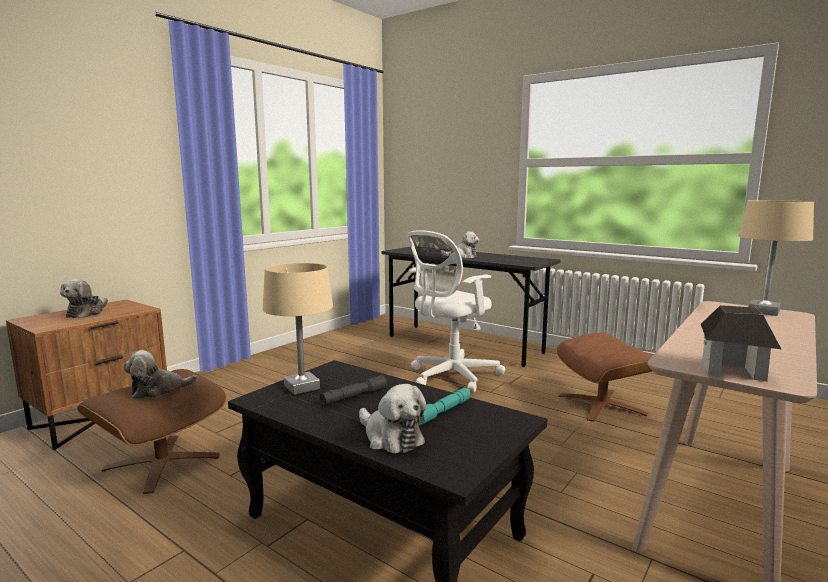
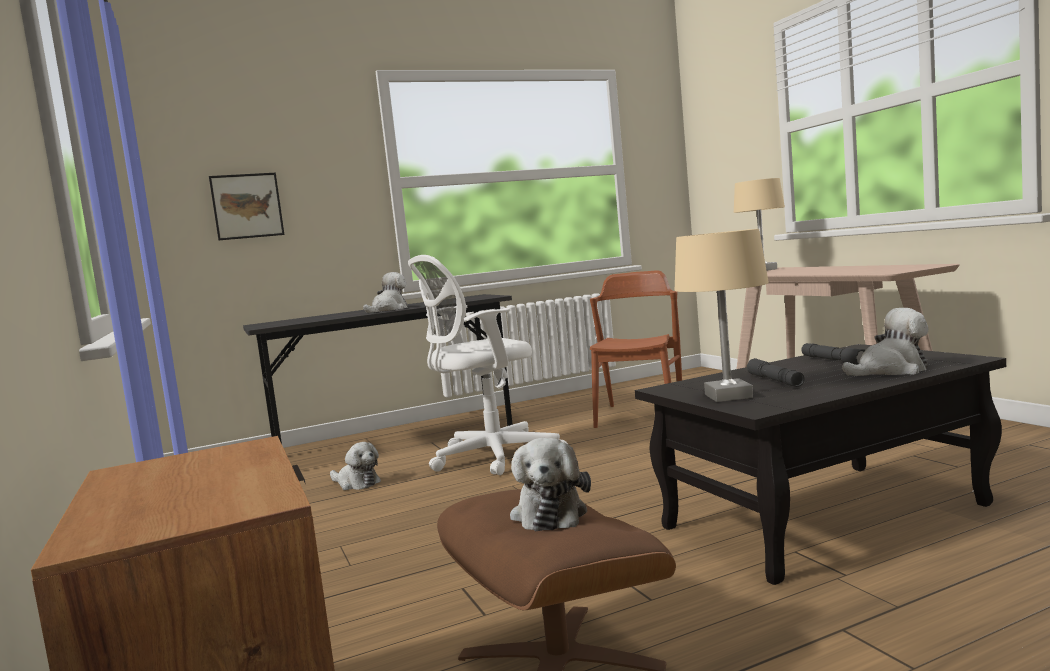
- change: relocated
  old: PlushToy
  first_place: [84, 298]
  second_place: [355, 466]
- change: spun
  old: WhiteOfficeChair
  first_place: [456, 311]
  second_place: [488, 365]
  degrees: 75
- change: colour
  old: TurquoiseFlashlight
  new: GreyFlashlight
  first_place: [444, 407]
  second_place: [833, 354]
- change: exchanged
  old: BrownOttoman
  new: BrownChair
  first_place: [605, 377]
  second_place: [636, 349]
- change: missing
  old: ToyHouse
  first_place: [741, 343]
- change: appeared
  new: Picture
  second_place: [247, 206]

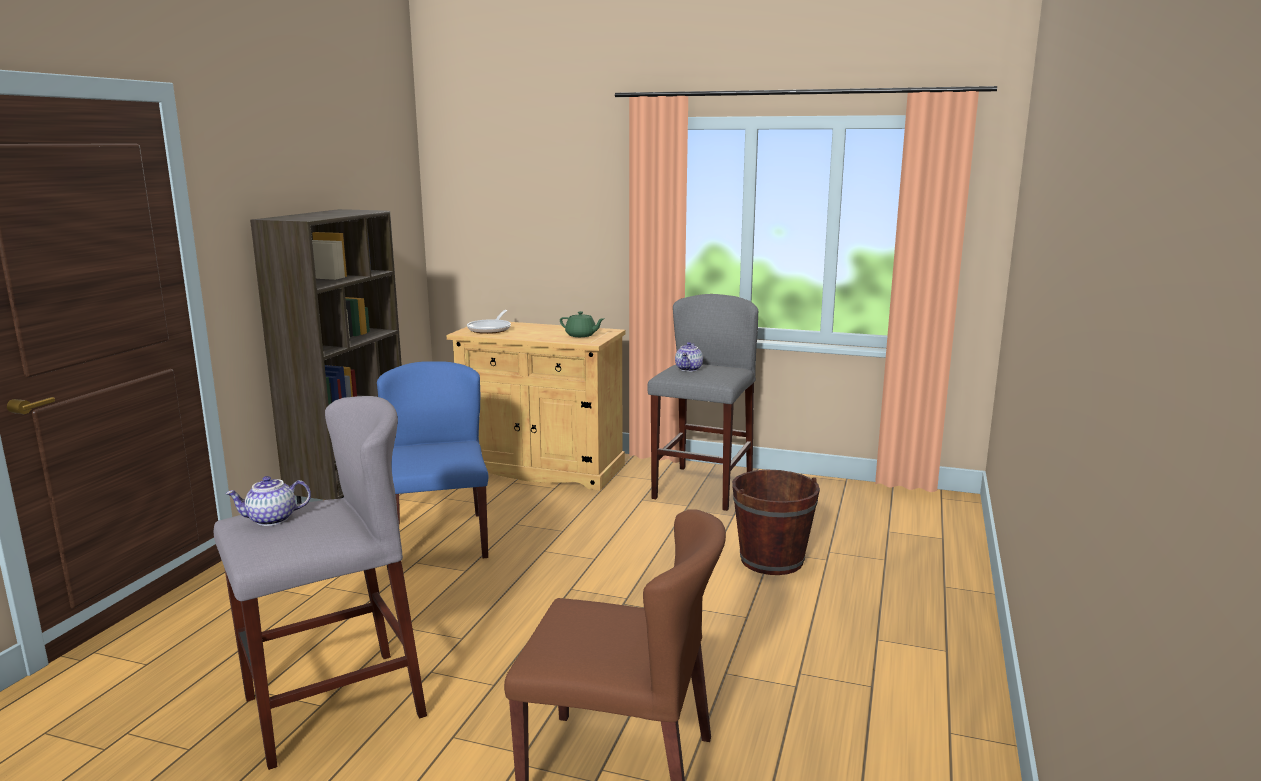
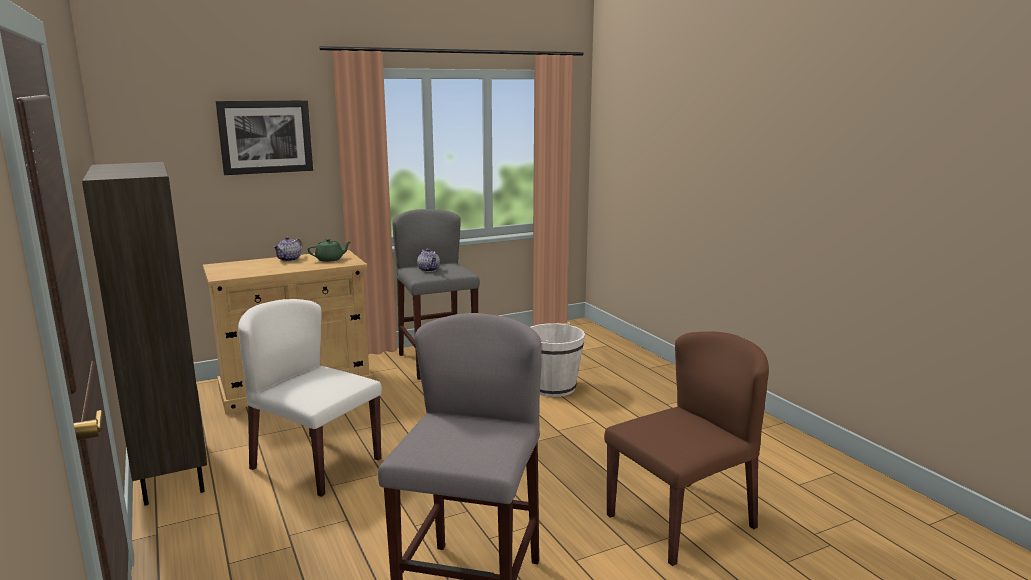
- change: relocated
  old: Teapot
  first_place: [268, 501]
  second_place: [287, 249]
- change: colour
  old: BlueChair
  new: WhiteChair
  first_place: [432, 460]
  second_place: [310, 398]
- change: missing
  old: FryingPan
  first_place: [489, 322]
- change: colour
  old: BrownBucket
  new: WhiteBucket
  first_place: [776, 522]
  second_place: [557, 359]
- change: appeared
  new: Picture
  second_place: [264, 137]

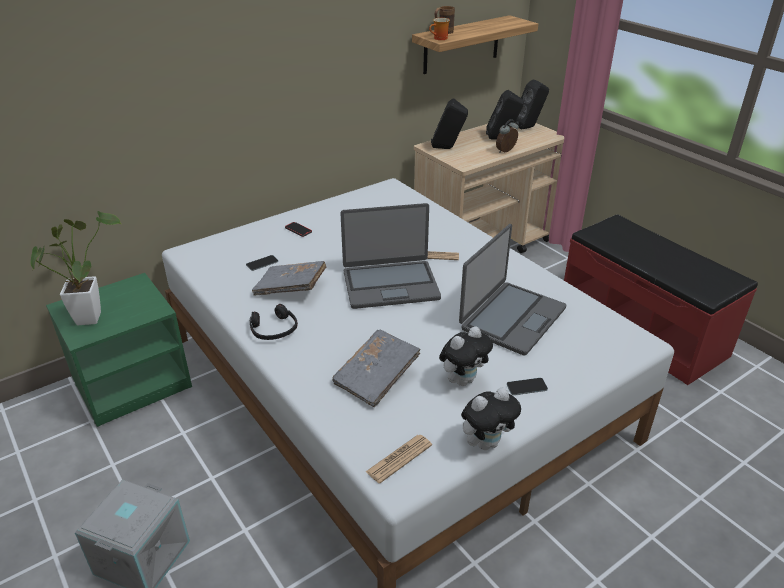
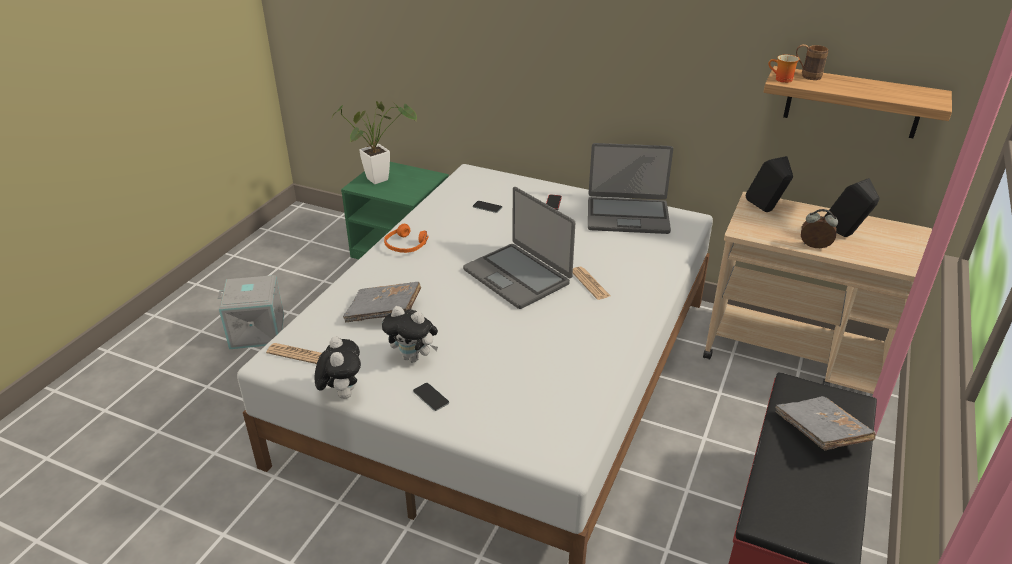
- change: colour
  old: BlackHeadphones
  new: OrangeHeadphones
  first_place: [274, 322]
  second_place: [406, 238]
- change: relocated
  old: GreyBook
  first_place: [289, 278]
  second_place: [825, 423]
- change: relocated
  old: Laptop
  first_place: [512, 290]
  second_place: [630, 188]
- change: spun
  old: PlushToy
  first_place: [491, 419]
  second_place: [337, 367]
  degrees: -135
- change: missing
  old: BlackSpeaker
  first_place: [532, 105]

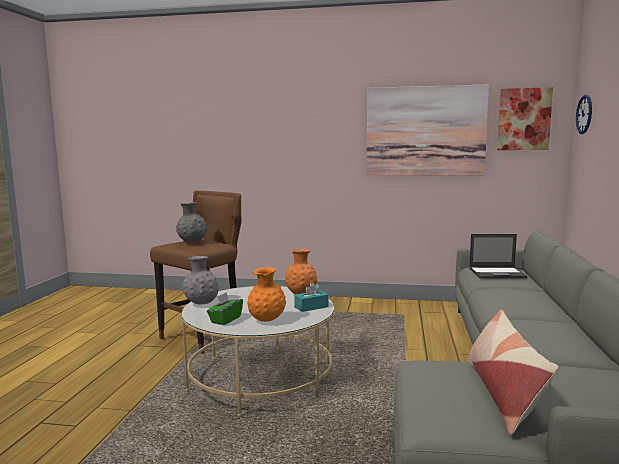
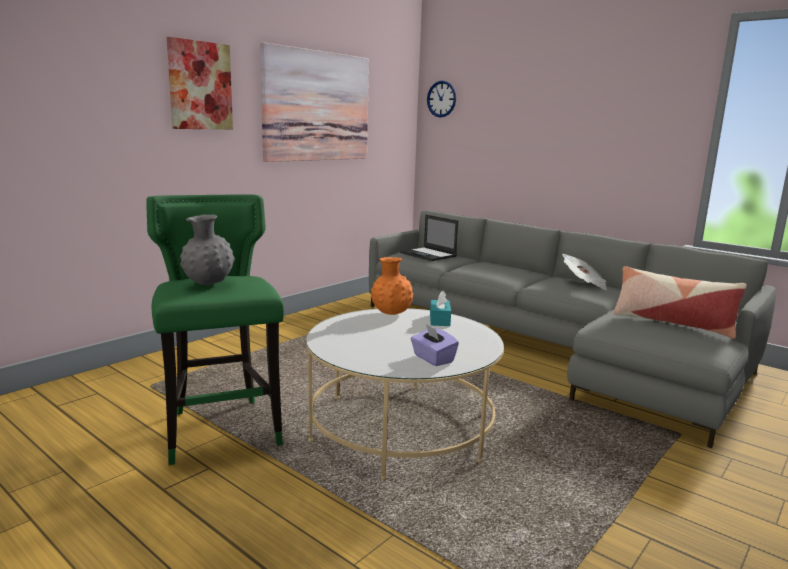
- change: colour
  old: BrownStool
  new: GreenStool
  first_place: [196, 272]
  second_place: [215, 329]
- change: missing
  old: GreyVase
  first_place: [200, 280]
- change: colour
  old: GreenTissueBox
  new: PurpleTissueBox
  first_place: [225, 308]
  second_place: [435, 345]
- change: missing
  old: OrangeVase
  first_place: [266, 294]
- change: spun
  old: Laptop
  first_place: [498, 256]
  second_place: [429, 238]
  degrees: 105
- change: relocated
  old: Picture
  first_place: [525, 118]
  second_place: [200, 83]
- change: appeared
  new: Newspaper
  second_place: [584, 272]

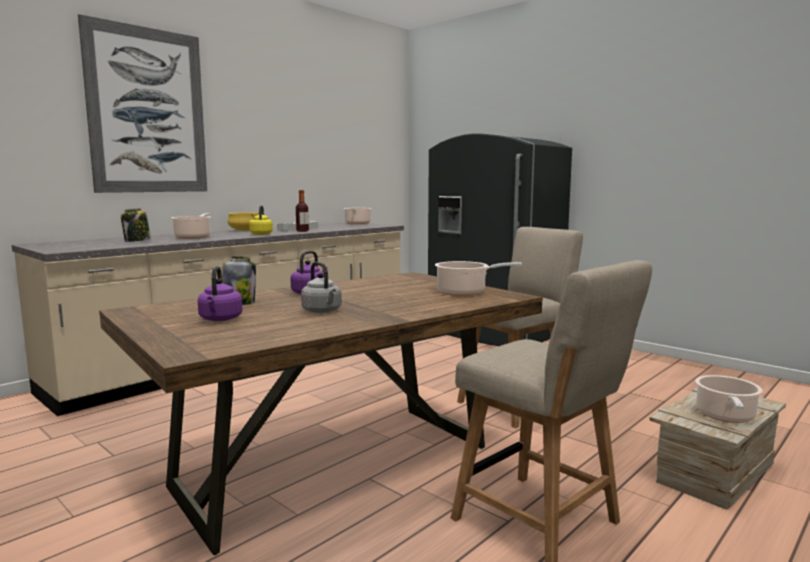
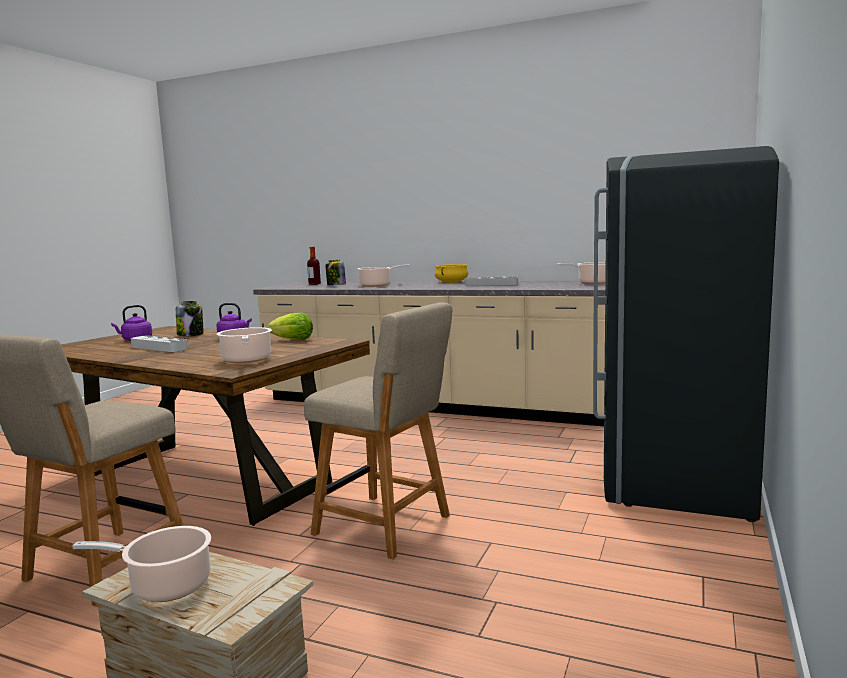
- change: missing
  old: Picture
  first_place: [142, 103]
- change: missing
  old: YellowKettle
  first_place: [261, 220]
- change: relocated
  old: Bottle
  first_place: [302, 211]
  second_place: [314, 266]
- change: exchanged
  old: GreyKettle
  new: GreyTray
  first_place: [321, 287]
  second_place: [159, 343]
- change: appeared
  new: Lettuce
  second_place: [290, 326]

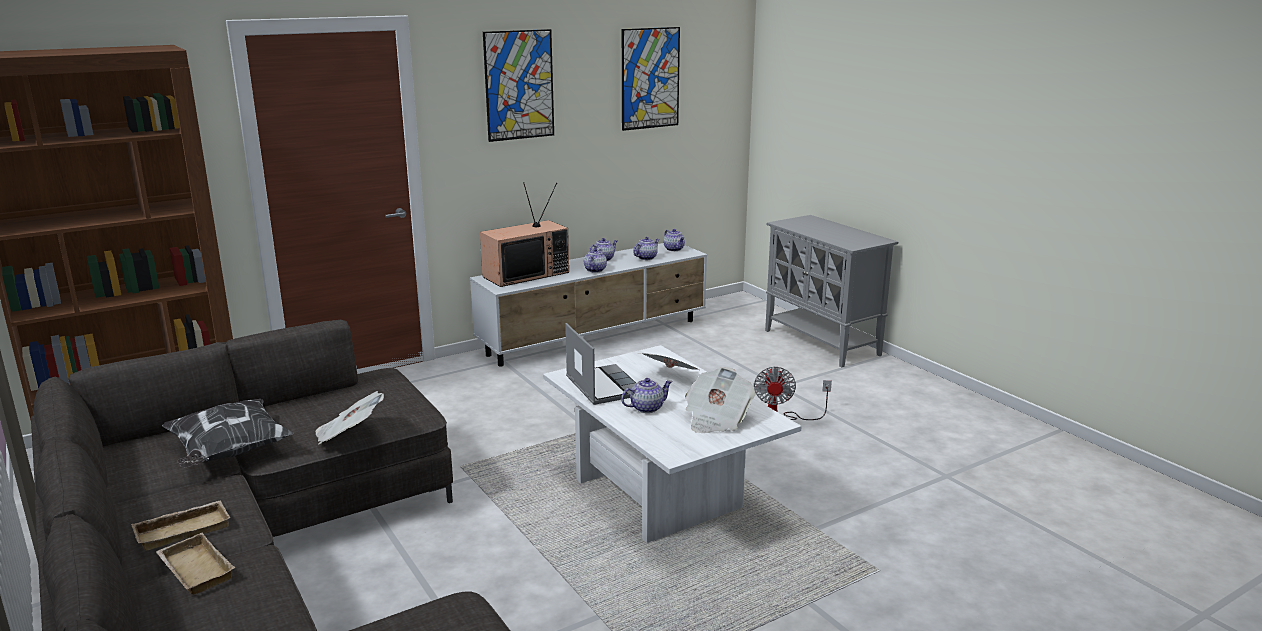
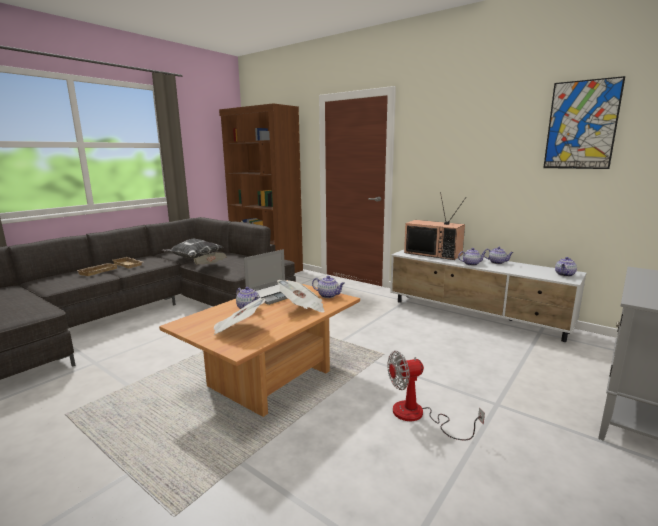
- change: missing
  old: Picture
  first_place: [518, 85]
- change: colour
  old: WhiteCoffeeTable
  new: BrownCoffeeTable
  first_place: [672, 444]
  second_place: [259, 348]
- change: relocated
  old: Teapot
  first_place: [646, 248]
  second_place: [328, 287]

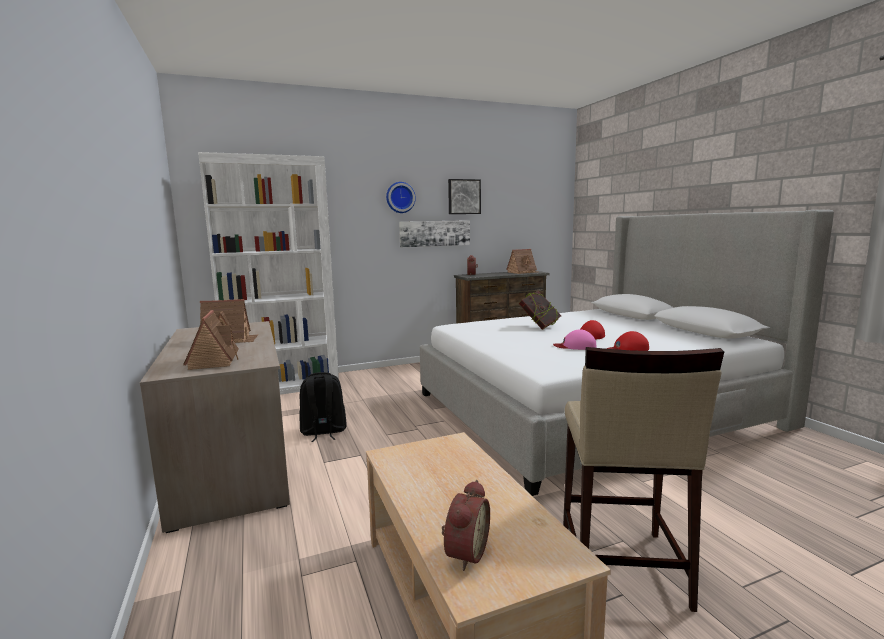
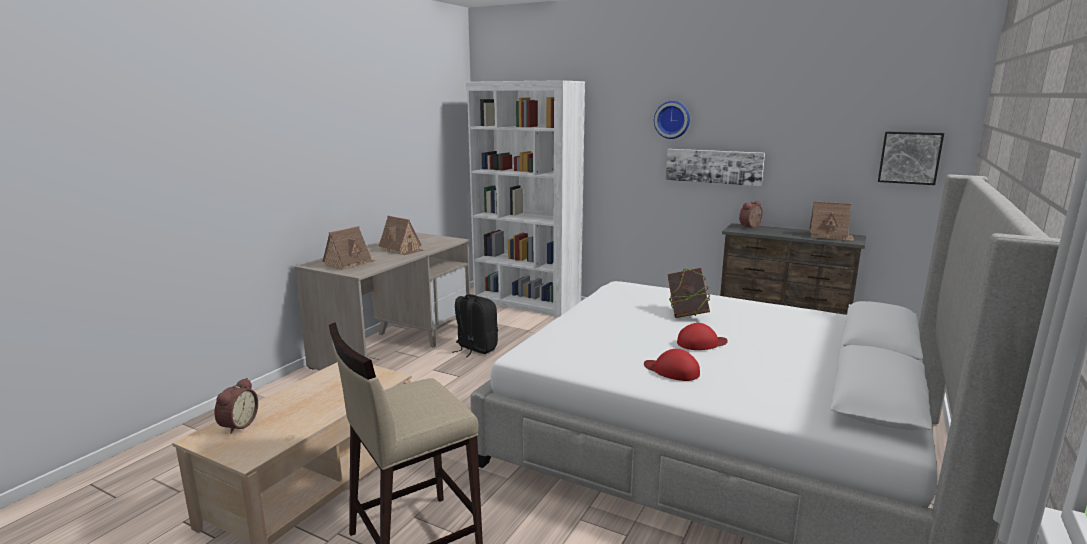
- change: spun
  old: AlarmClock
  first_place: [466, 525]
  second_place: [236, 406]
  degrees: -60
- change: relocated
  old: Picture
  first_place: [464, 196]
  second_place: [911, 158]
- change: missing
  old: PinkCap
  first_place: [575, 339]

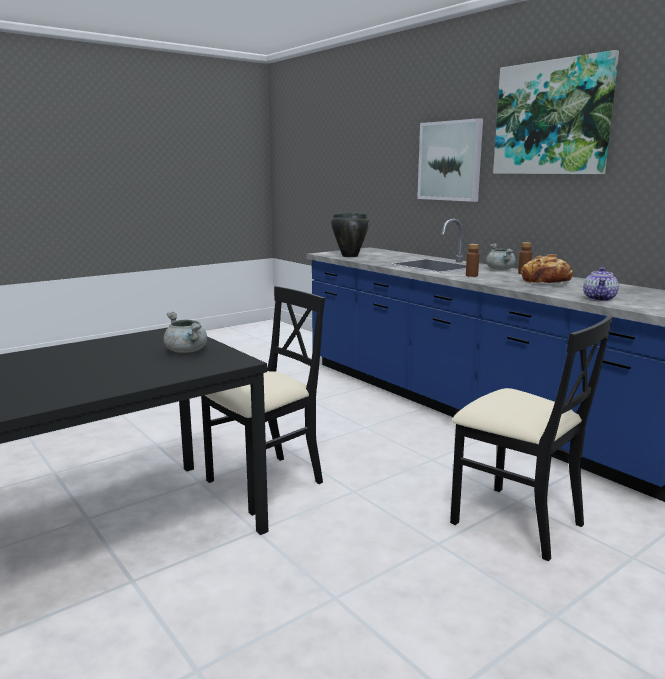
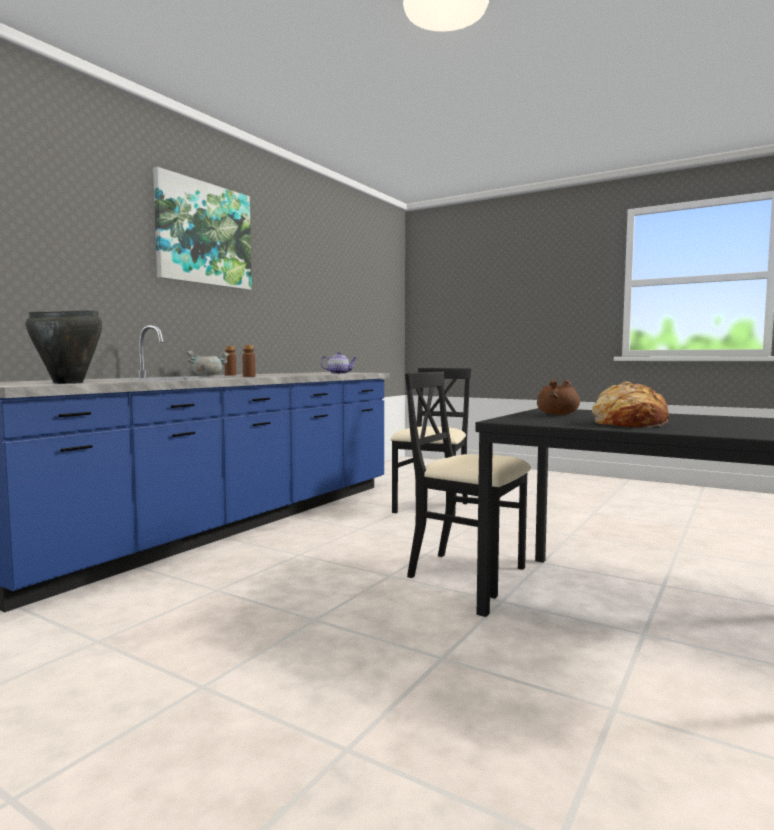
- change: colour
  old: GreyCookingPot
  new: BrownCookingPot
  first_place: [185, 332]
  second_place: [558, 397]
- change: missing
  old: Picture
  first_place: [450, 160]
- change: relocated
  old: Bread
  first_place: [547, 269]
  second_place: [630, 404]

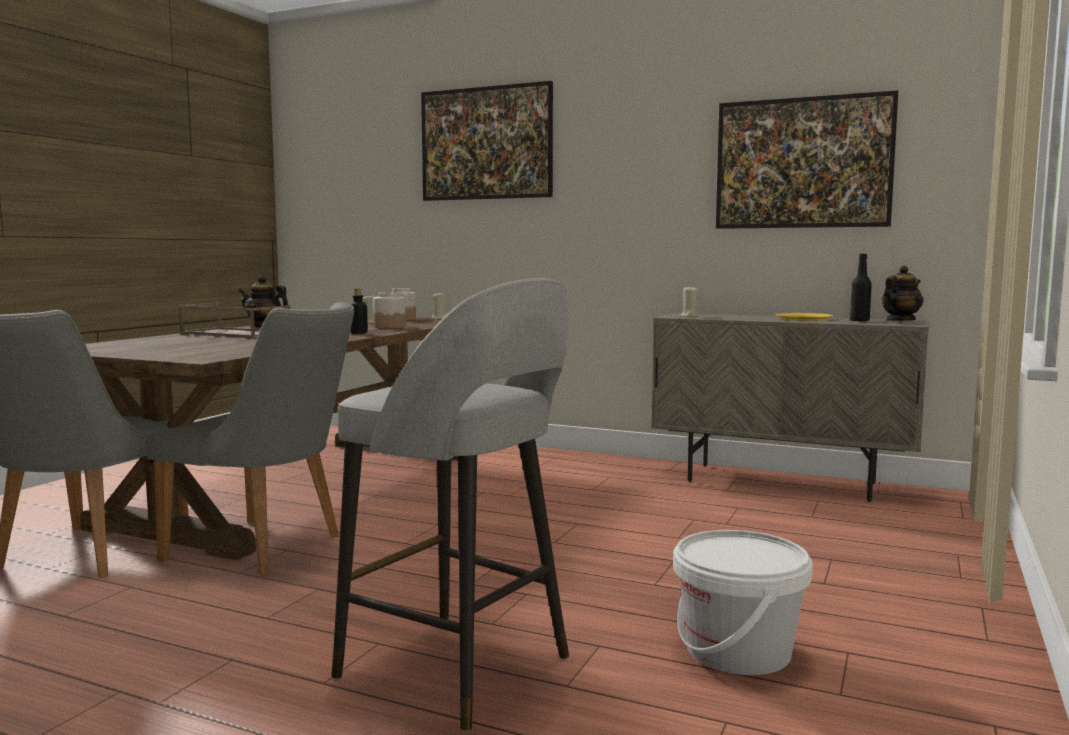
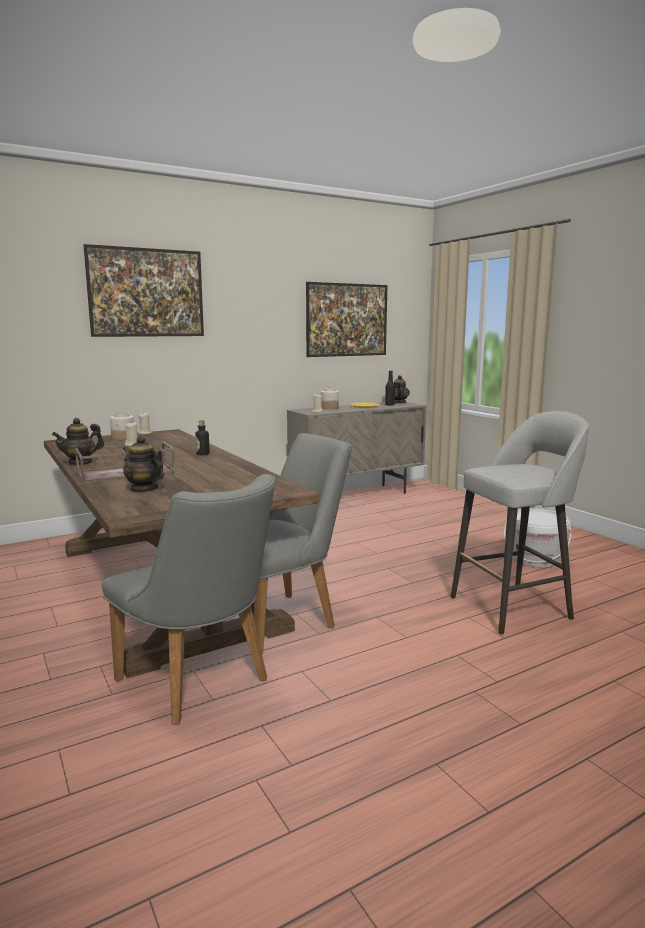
- change: relocated
  old: Jar
  first_place: [389, 310]
  second_place: [330, 398]
- change: appeared
  new: Teapot
  second_place: [143, 464]

